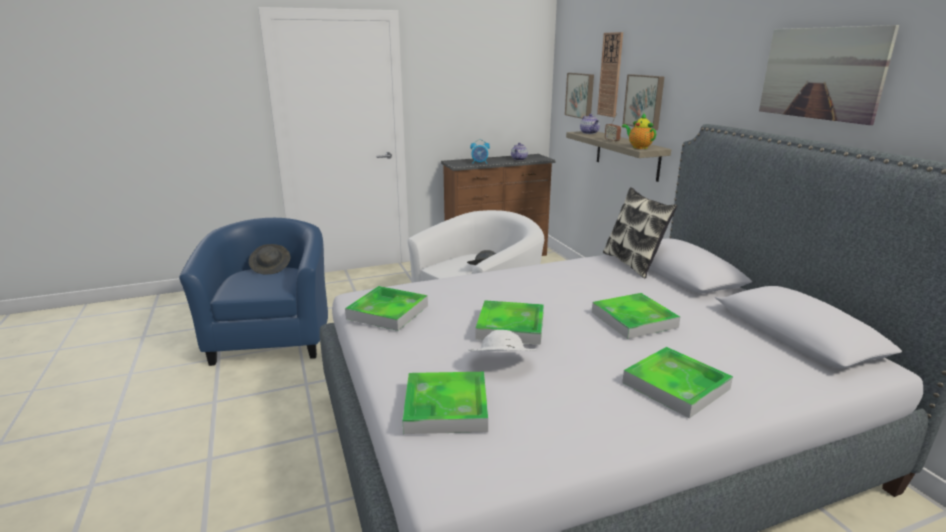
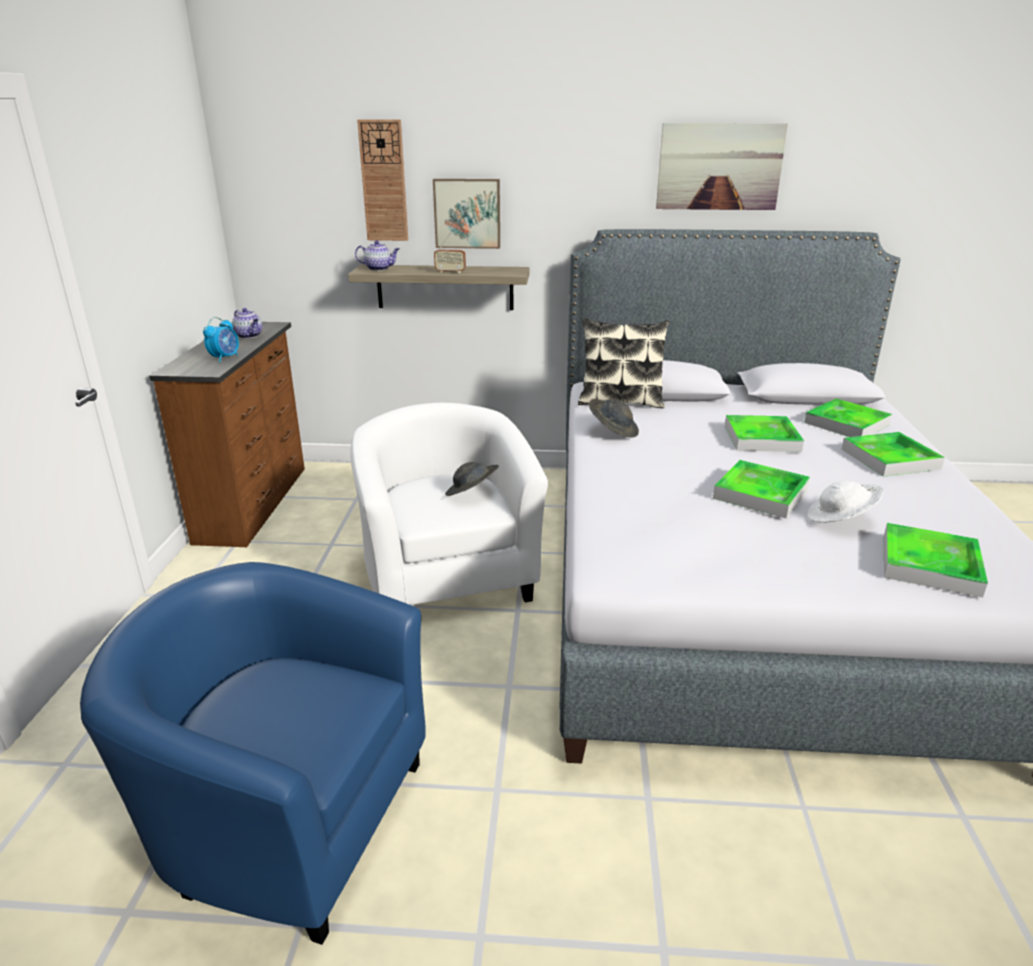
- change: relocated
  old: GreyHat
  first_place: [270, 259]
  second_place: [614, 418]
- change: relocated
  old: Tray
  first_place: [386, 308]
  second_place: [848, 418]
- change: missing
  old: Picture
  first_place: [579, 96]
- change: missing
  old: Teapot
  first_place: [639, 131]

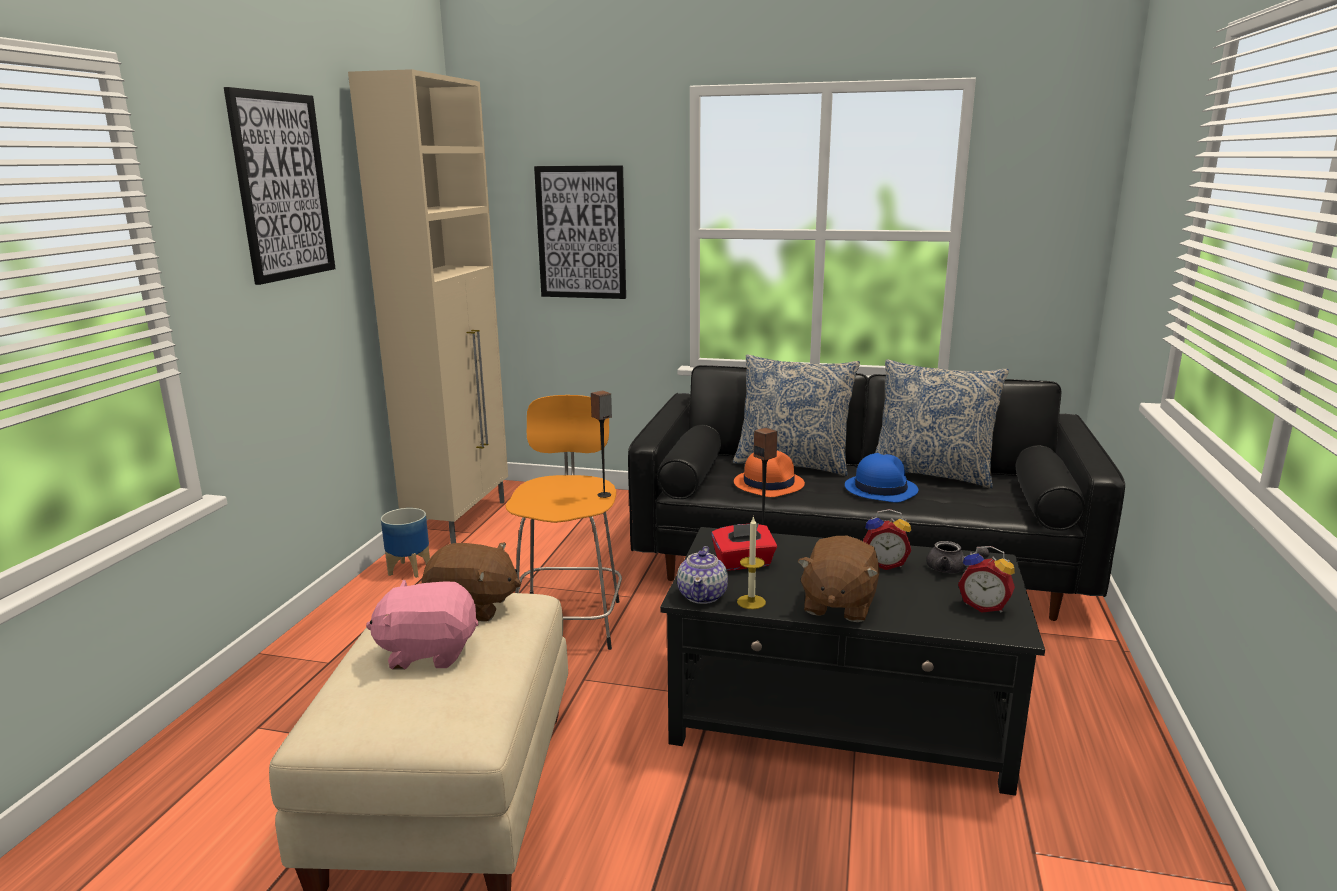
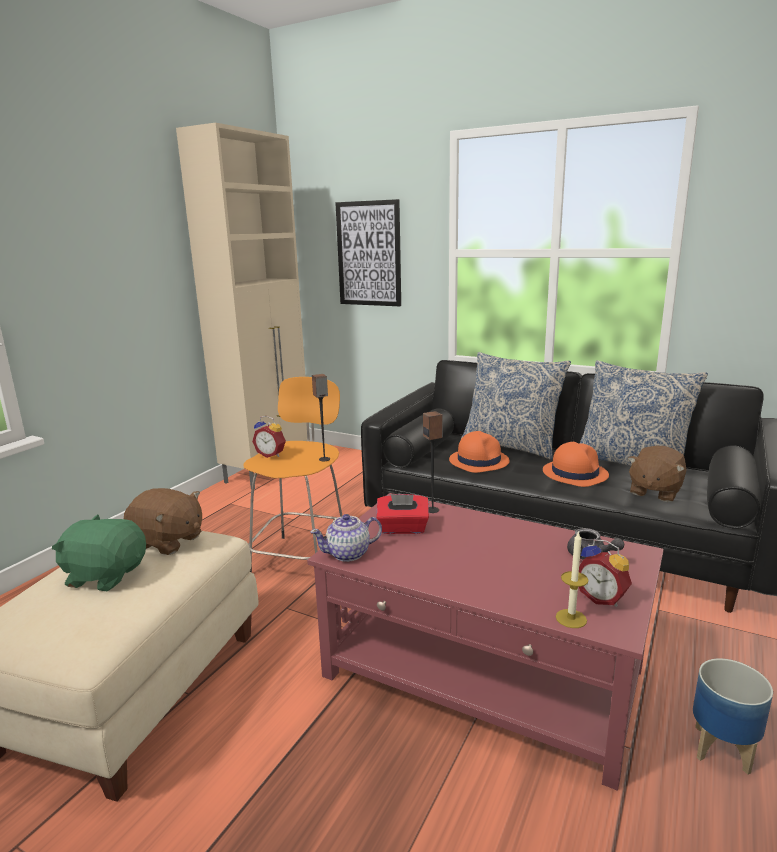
- change: missing
  old: Picture
  first_place: [280, 186]
- change: colour
  old: PinkPlushToy
  new: GreenPlushToy
  first_place: [422, 625]
  second_place: [99, 552]
- change: relocated
  old: Planter
  first_place: [405, 543]
  second_place: [733, 716]
- change: colour
  old: BlackCoffeeTable
  new: RedCoffeeTable
  first_place: [852, 661]
  second_place: [485, 642]
- change: spun
  old: Teapot
  first_place: [702, 575]
  second_place: [346, 538]
  degrees: 45
- change: relocated
  old: Candle
  first_place: [751, 562]
  second_place: [572, 579]
- change: relocated
  old: BrownPlushToy
  first_place: [838, 579]
  second_place: [657, 474]
- change: colour
  old: BlueHat
  new: OrangeHat
  first_place: [881, 477]
  second_place: [576, 464]
- change: relocated
  old: AlarmClock
  first_place: [887, 539]
  second_place: [269, 437]

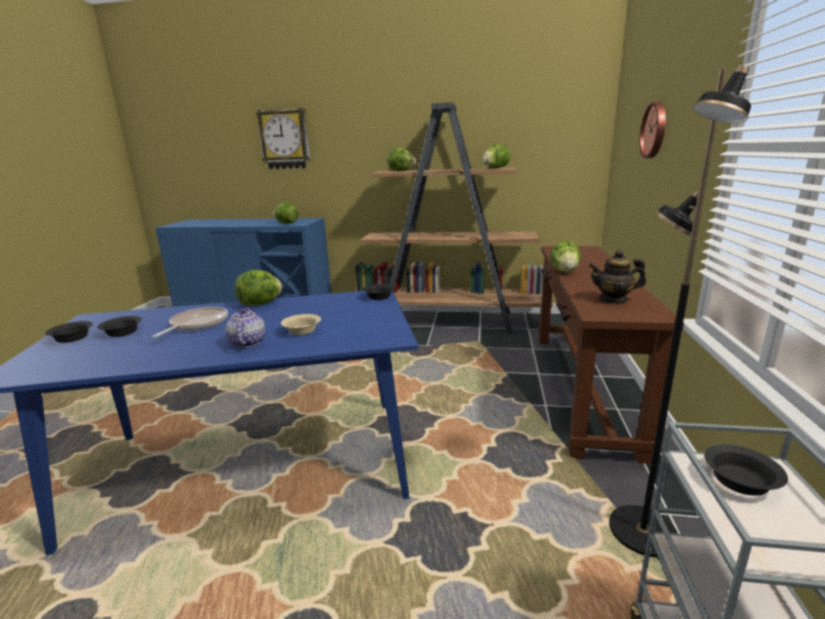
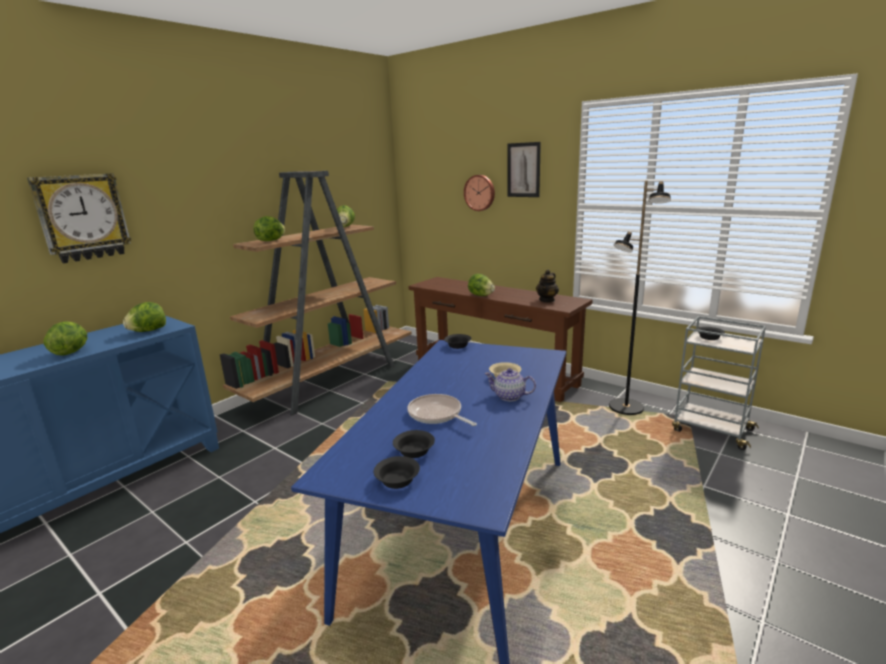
- change: relocated
  old: Lettuce
  first_place: [258, 287]
  second_place: [65, 338]
- change: appeared
  new: Picture
  second_place: [524, 169]

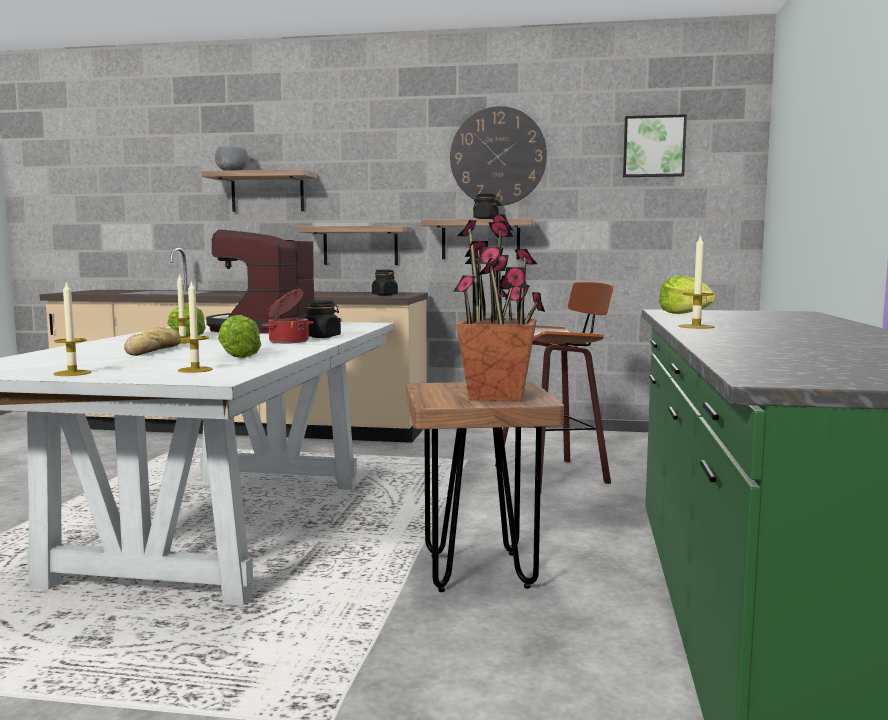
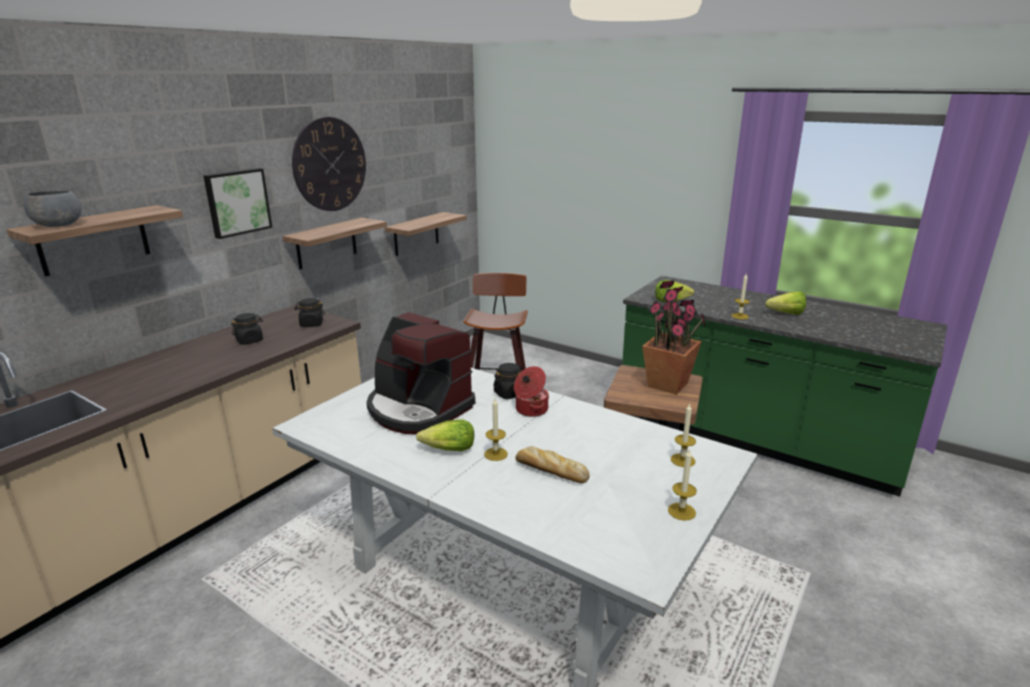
- change: relocated
  old: Lettuce
  first_place: [239, 336]
  second_place: [785, 303]
- change: relocated
  old: Shelf
  first_place: [354, 245]
  second_place: [426, 234]
- change: relocated
  old: BlackJar
  first_place: [486, 206]
  second_place: [247, 329]
- change: relocated
  old: Picture
  first_place: [655, 145]
  second_place: [237, 203]

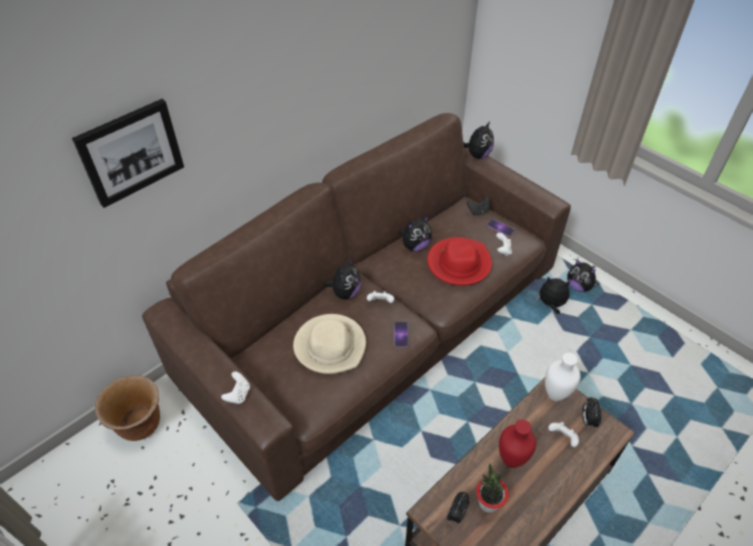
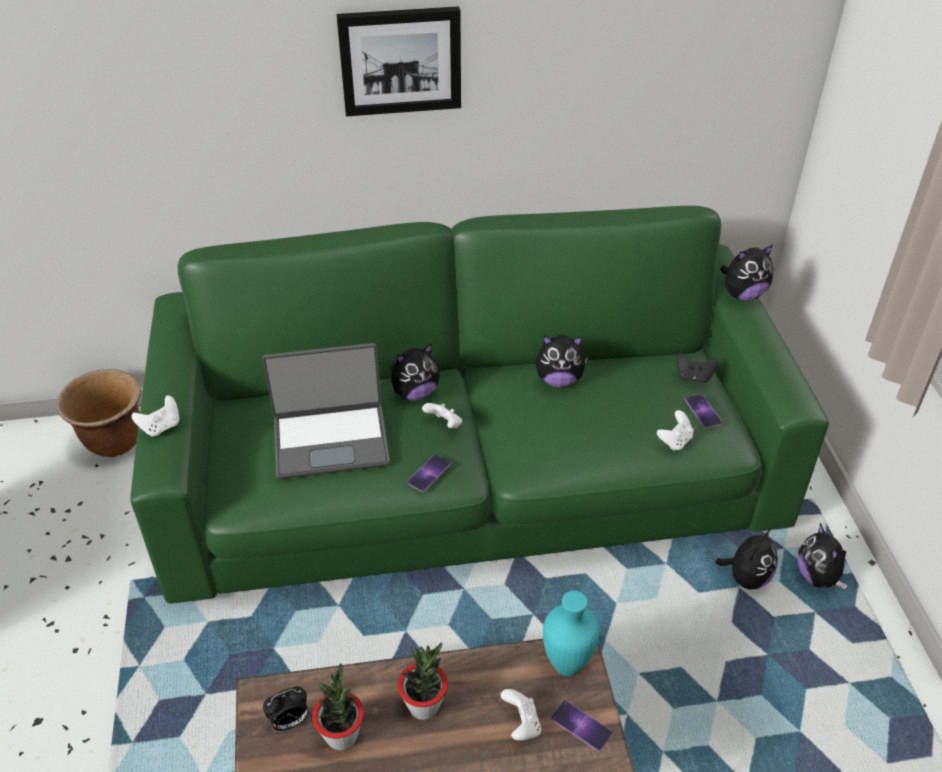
- change: relocated
  old: Picture
  first_place: [128, 153]
  second_place: [398, 61]
- change: colour
  old: BrownSofa
  new: GreenSofa
  first_place: [356, 307]
  second_place: [479, 405]
- change: exchanged
  old: BeigeHat
  new: Laptop
  first_place: [329, 344]
  second_place: [326, 411]
- change: missing
  old: RedHat
  first_place: [459, 261]
- change: exchanged
  old: RedVase
  new: PottedPlant
  first_place: [517, 444]
  second_place: [423, 681]
- change: spun
  old: PlushToy
  first_place: [553, 295]
  second_place: [746, 559]
  degrees: 75
- change: colour
  old: WhiteVase
  new: TurquoiseVase
  first_place: [562, 377]
  second_place: [571, 633]
- change: exchanged
  old: AlarmClock
  new: Phone
  first_place: [591, 413]
  second_place: [582, 725]

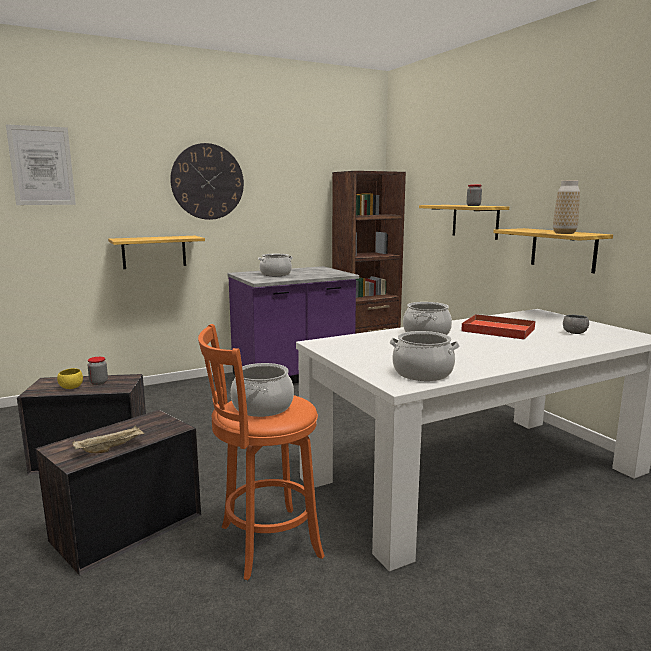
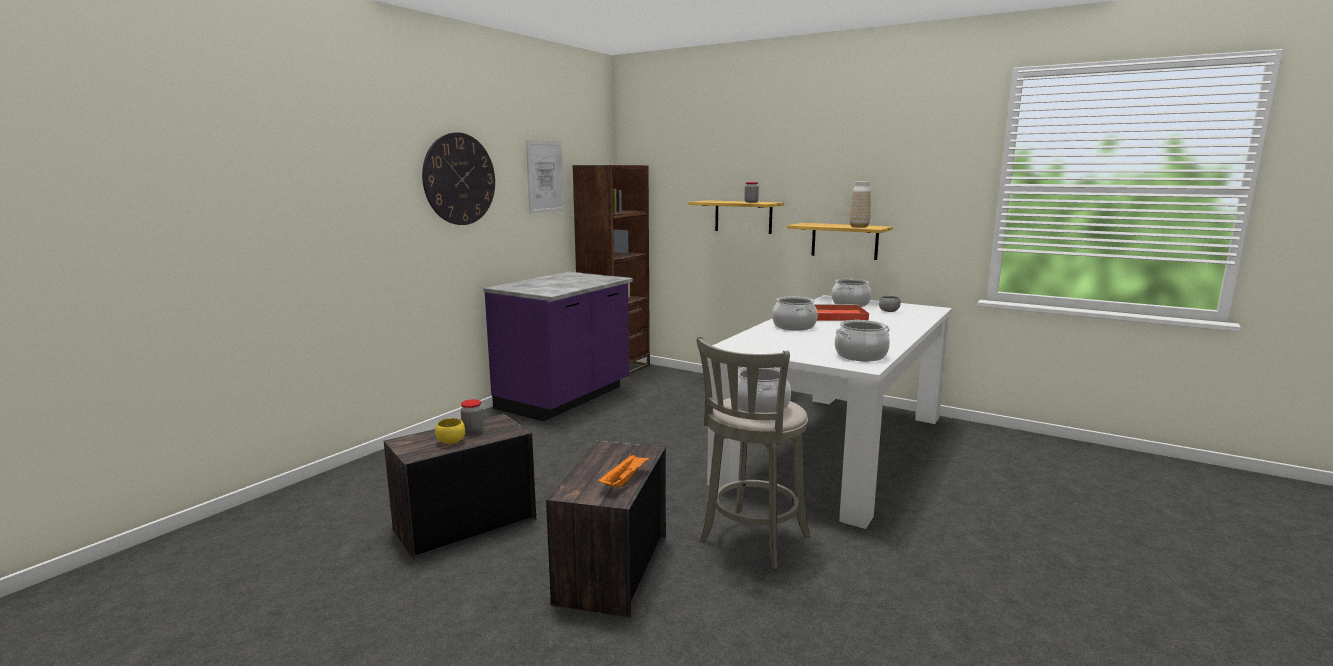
- change: relocated
  old: Picture
  first_place: [41, 164]
  second_place: [545, 177]
- change: colour
  old: BeigeTray
  new: OrangeTray
  first_place: [108, 439]
  second_place: [624, 471]
- change: missing
  old: Shelf
  first_place: [156, 252]
- change: colour
  old: OrangeStool
  new: GreyStool
  first_place: [261, 452]
  second_place: [753, 453]
- change: relocated
  old: CookingPot
  first_place: [275, 265]
  second_place: [851, 293]

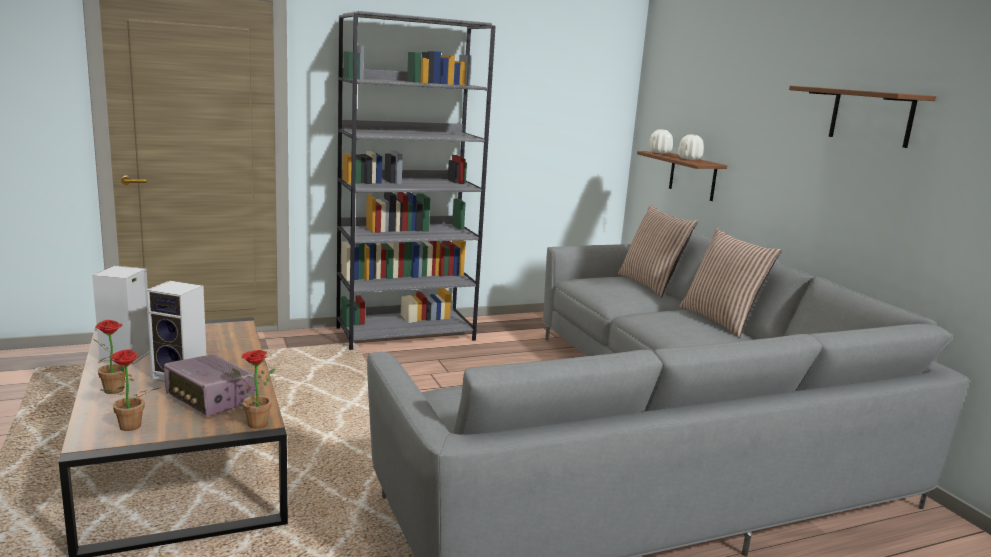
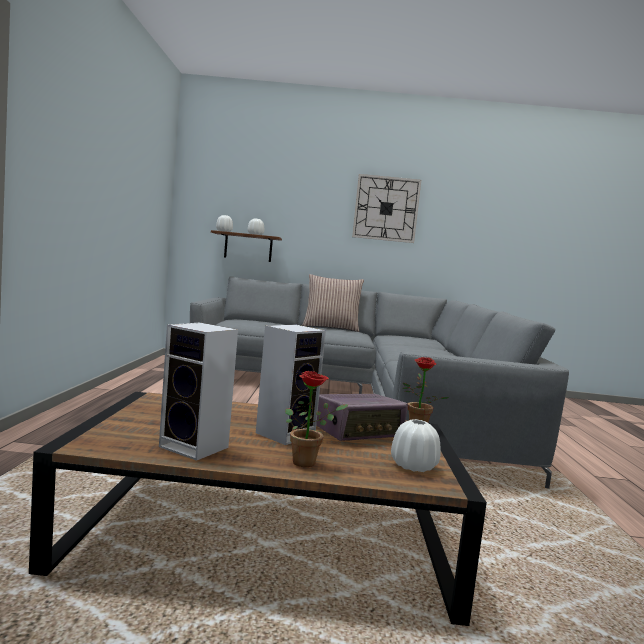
- change: exchanged
  old: PottedPlant
  new: WhiteVase
  first_place: [131, 390]
  second_place: [416, 445]
- change: missing
  old: GreyBookcase
  first_place: [416, 180]
- change: missing
  old: Pillow
  first_place: [658, 251]
- change: exchanged
  old: BrownShelf
  new: WallClock
  first_place: [862, 117]
  second_place: [386, 208]

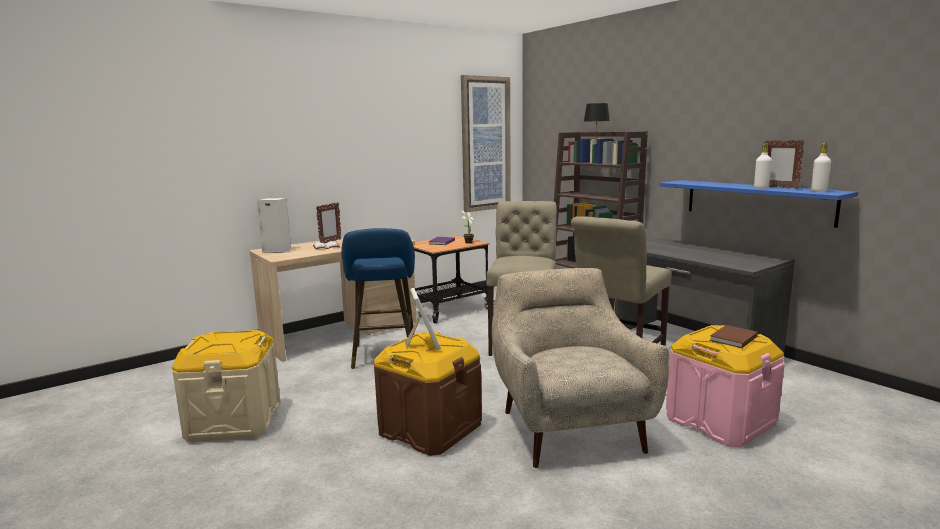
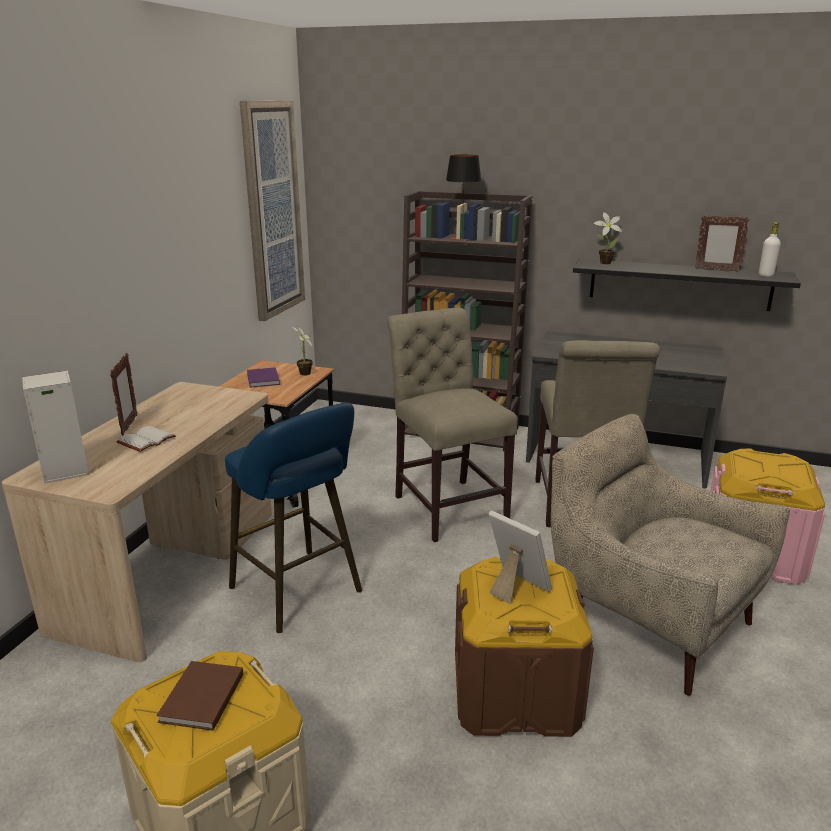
- change: colour
  old: BlueShelf
  new: BlackShelf
  first_place: [759, 204]
  second_place: [687, 285]
- change: relocated
  old: BrownBook
  first_place: [734, 336]
  second_place: [200, 696]
- change: missing
  old: WhiteBottle
  first_place: [763, 166]
- change: appeared
  new: PottedPlant
  second_place: [608, 238]

